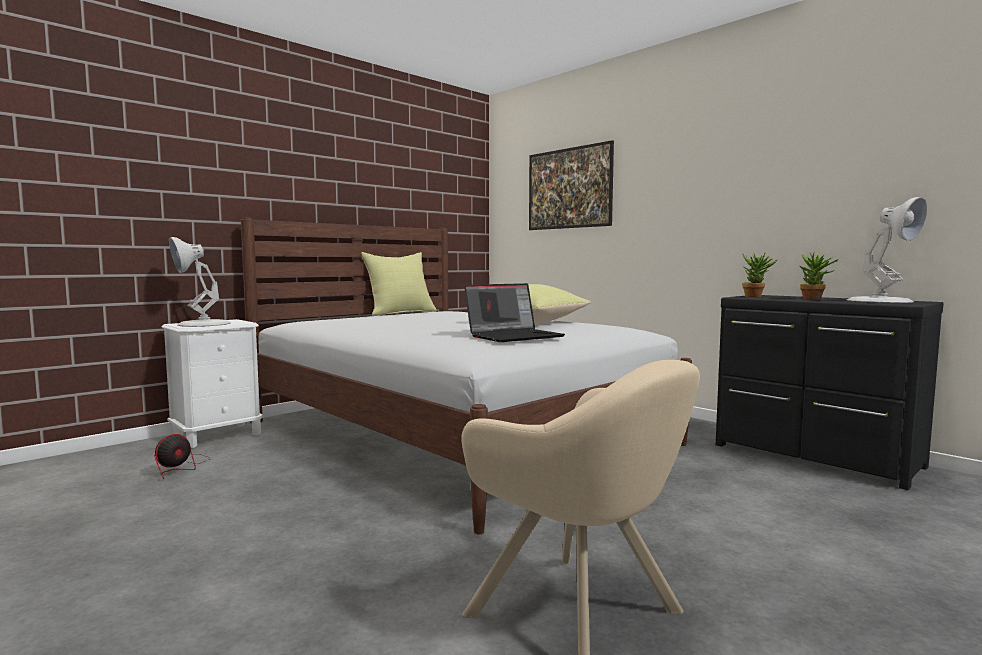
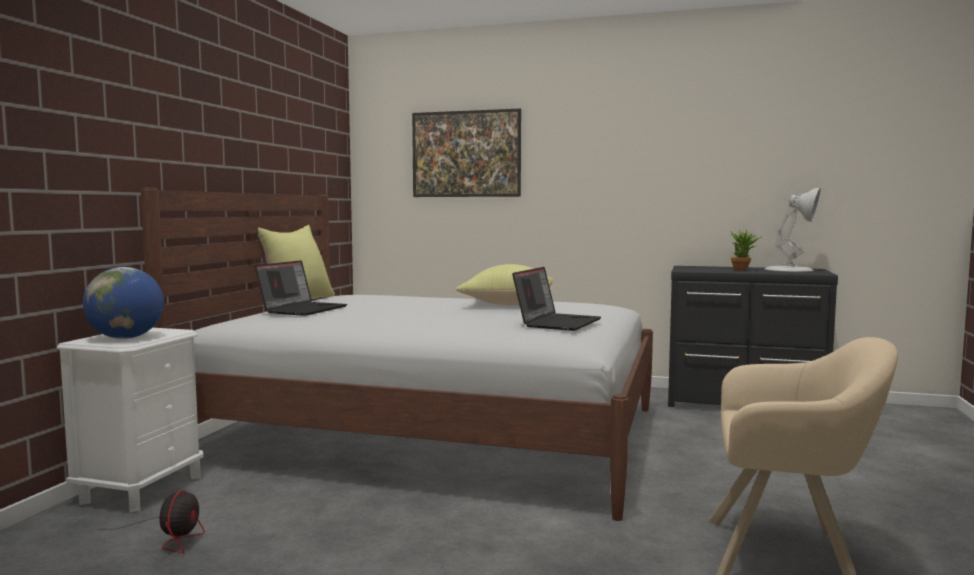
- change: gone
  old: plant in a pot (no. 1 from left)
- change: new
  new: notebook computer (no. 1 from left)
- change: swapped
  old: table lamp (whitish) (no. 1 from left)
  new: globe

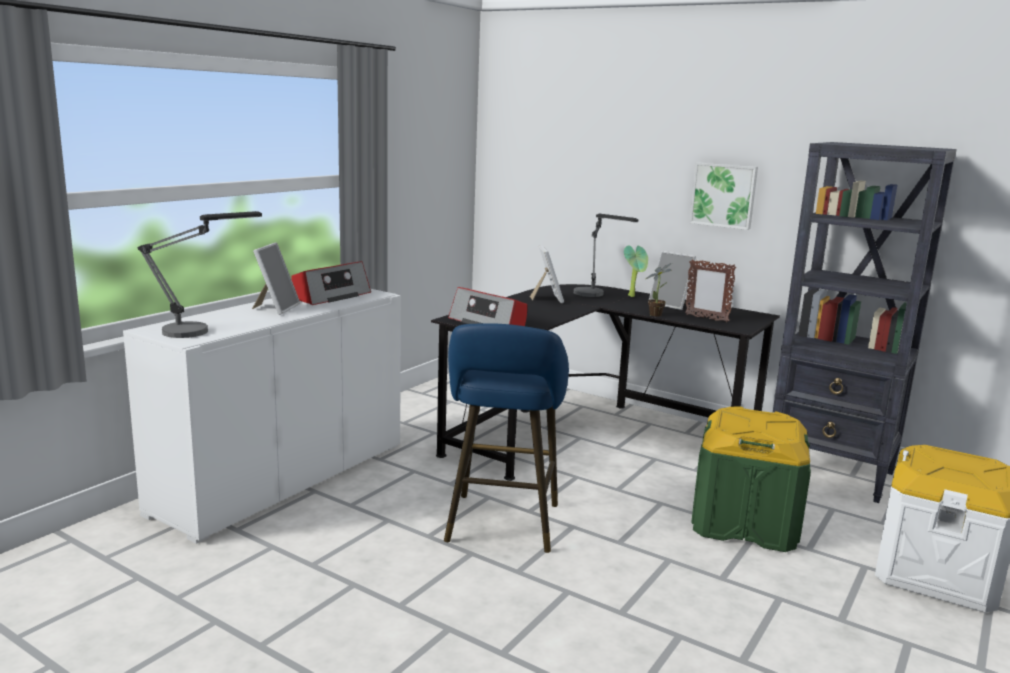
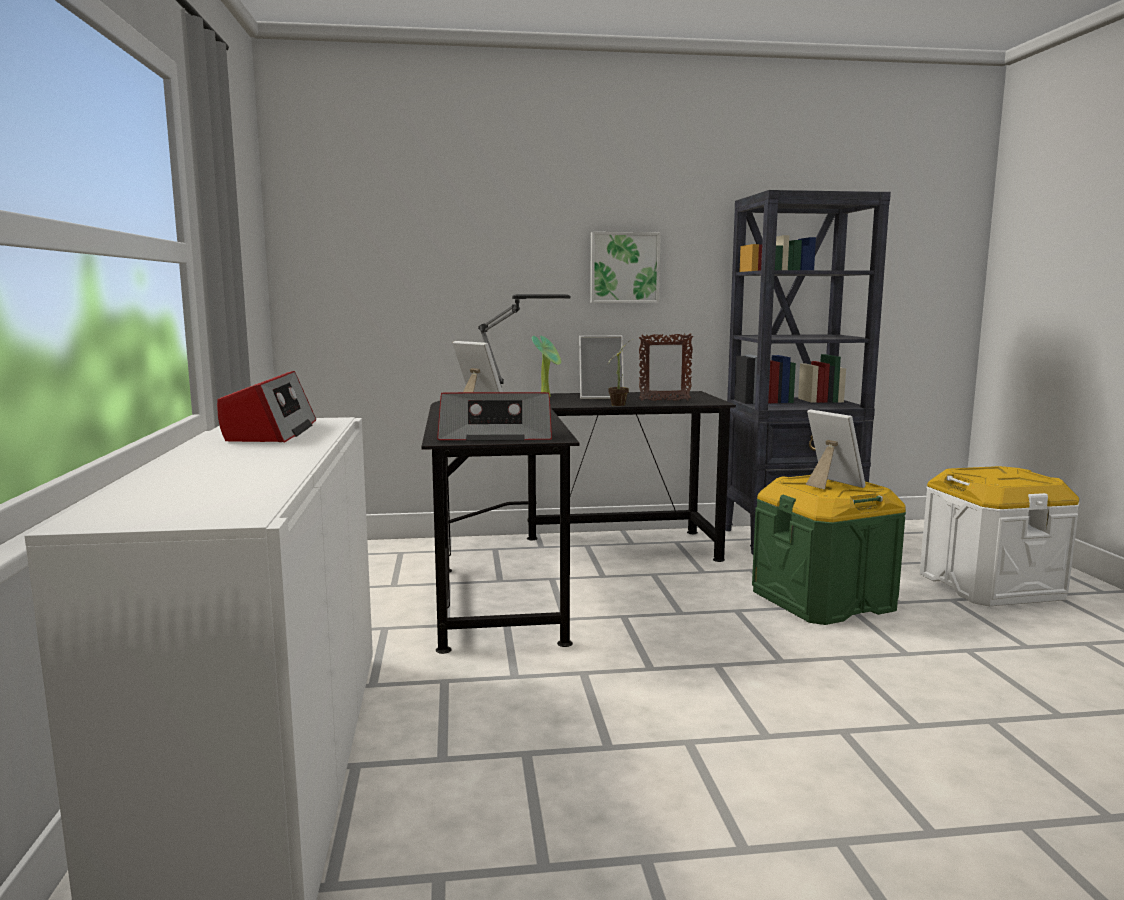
- change: gone
  old: table lamp (no. 1 from left)
- change: gone
  old: stool seat (bluish)
- change: shifted
  old: picture frame (no. 1 from left in the first image)
  new: picture frame (no. 4 from left)

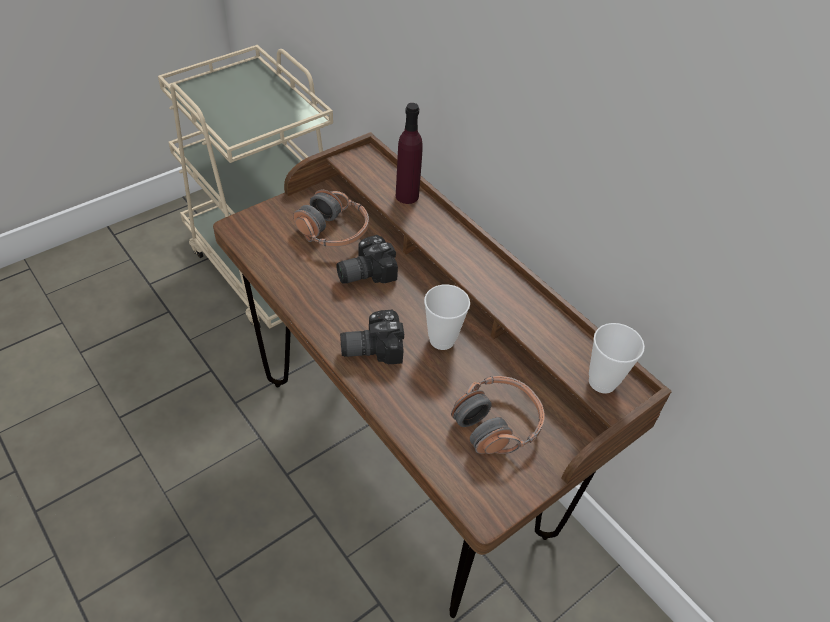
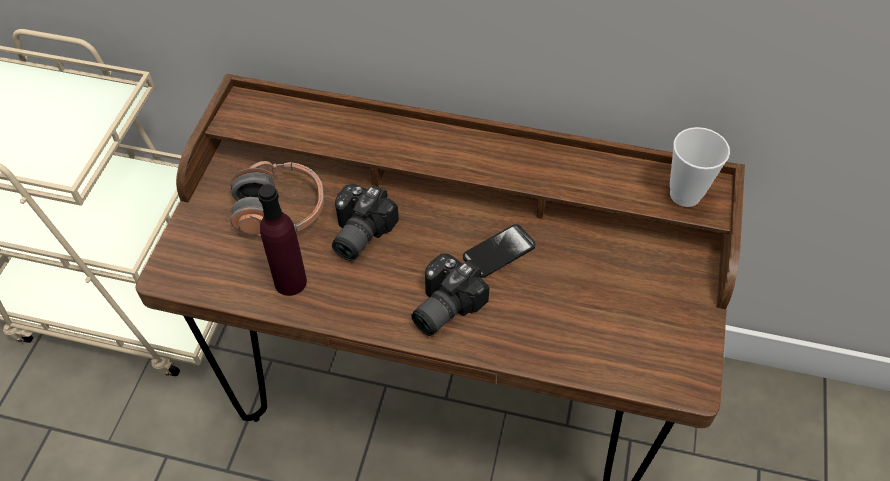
- change: gone
  old: headset (no. 2 from left)
- change: shifted
  old: bottle (purple)
- change: swapped
  old: cup (no. 1 from left)
  new: phone

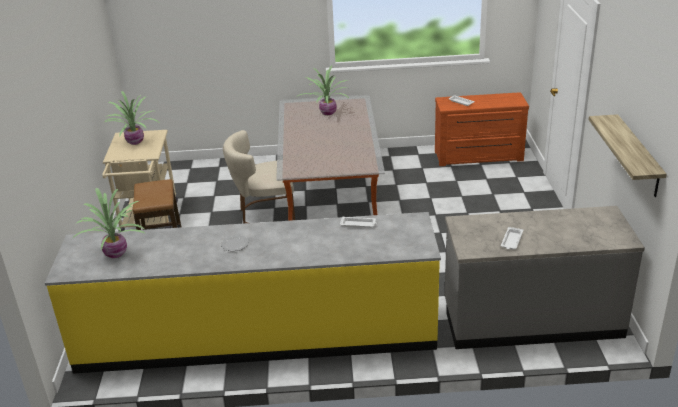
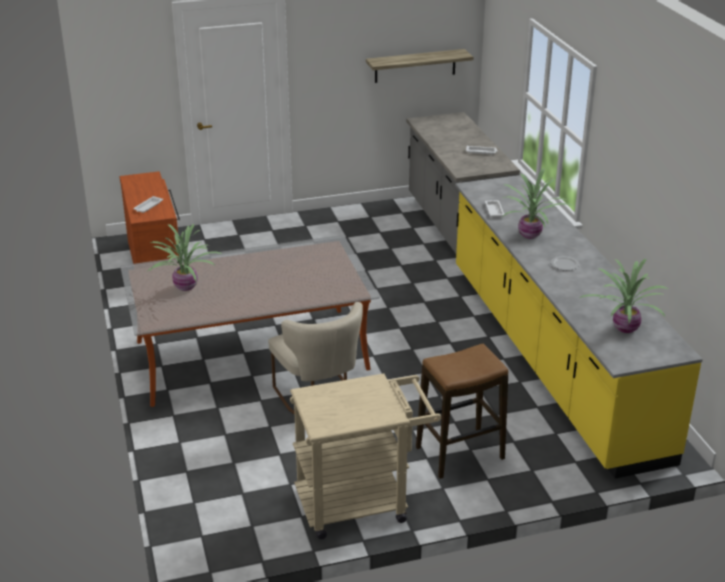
- change: shifted
  old: plant in a pot (no. 2 from left)

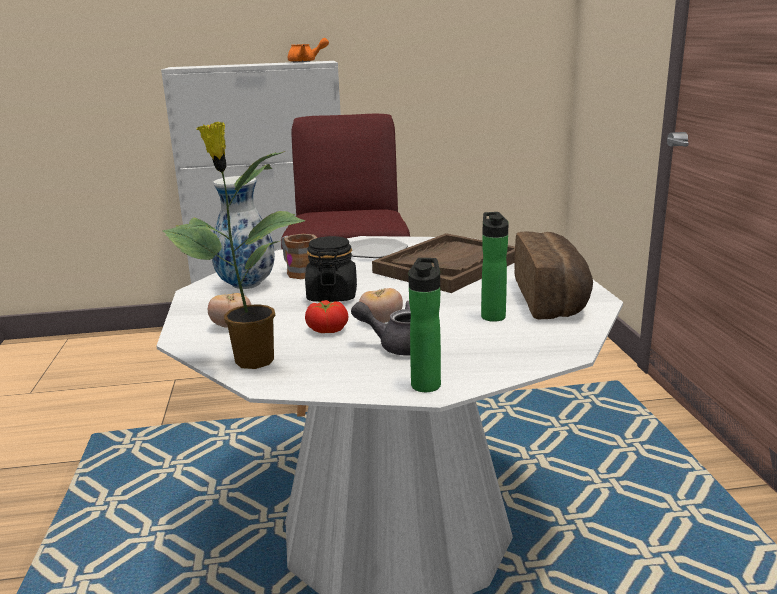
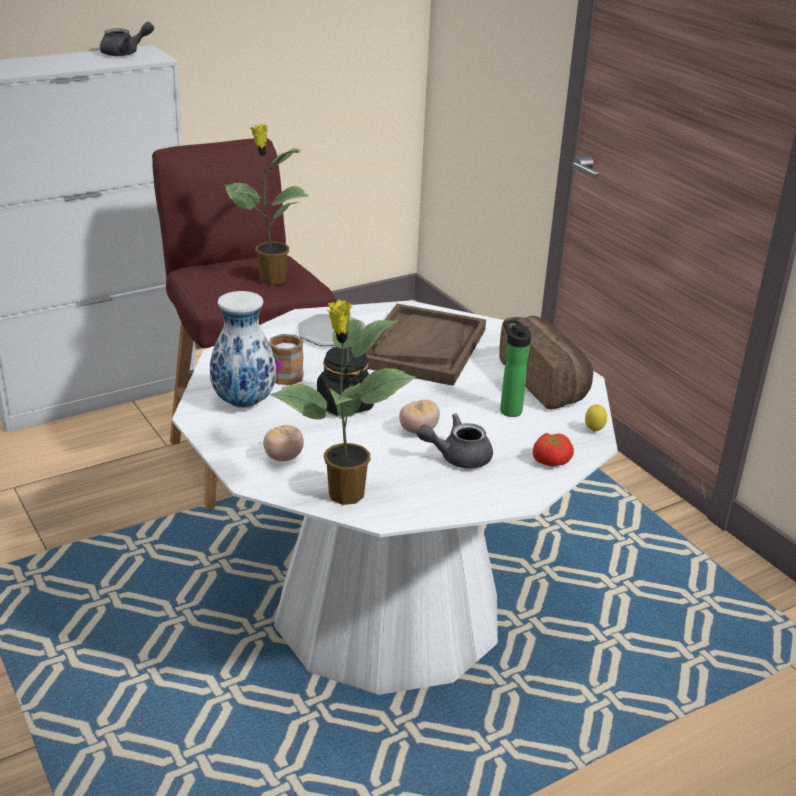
- change: gone
  old: bottle (no. 1 from left)
- change: new
  new: plant in a pot (no. 1 from left)
- change: new
  new: lemon
- change: shifted
  old: fresh tomato (no. 2 from left in the first image)
  new: fresh tomato (no. 3 from left)
- change: repainted
  old: tea pot (orange-coloured)
  new: tea pot (grey) (no. 1 from left)

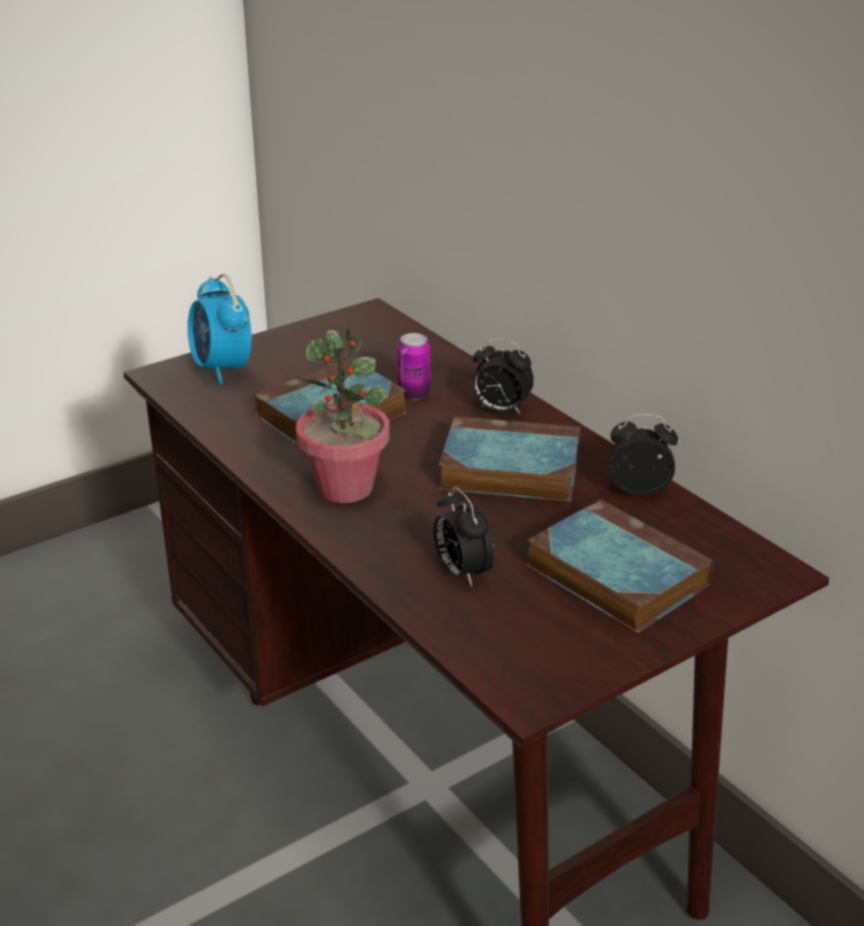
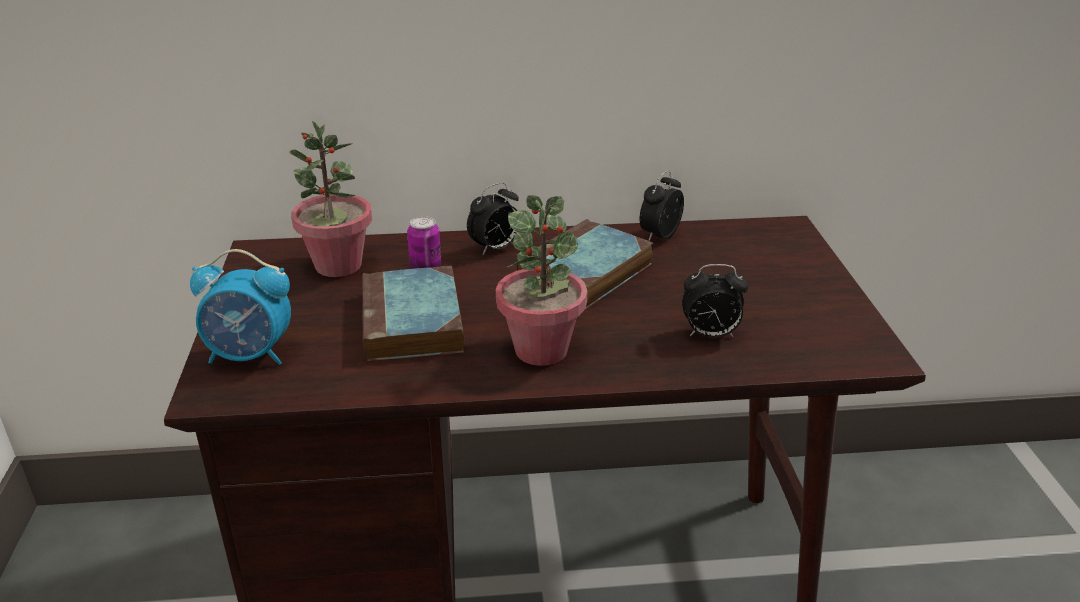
- change: gone
  old: bound book (no. 3 from left)
- change: new
  new: plant in a pot (no. 1 from left)

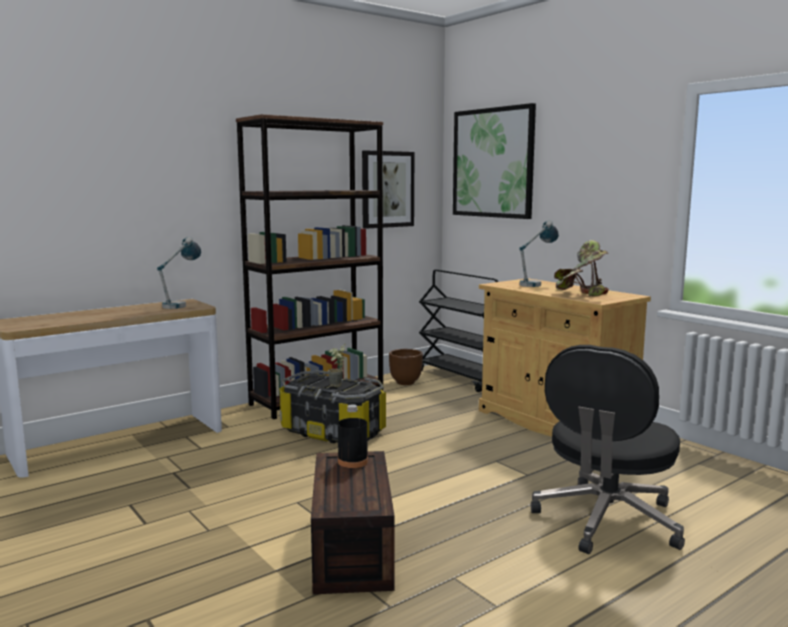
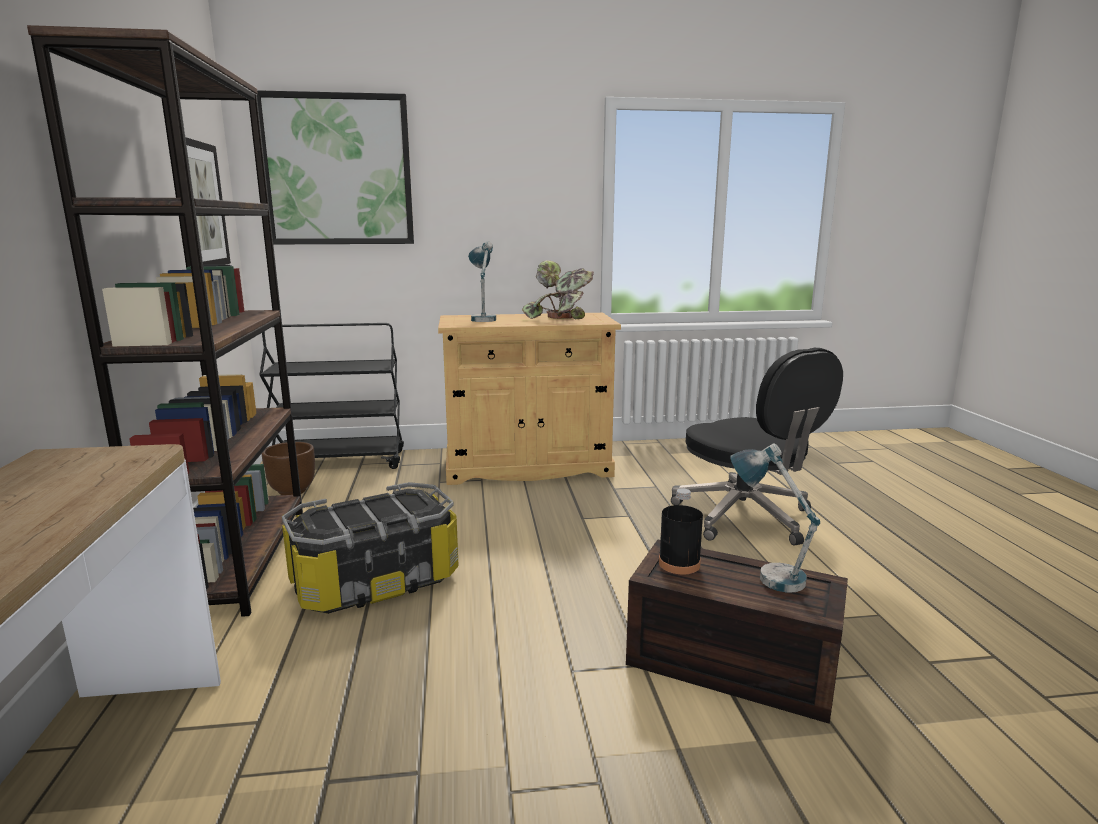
- change: gone
  old: plant in a pot (no. 1 from left)
- change: shifted
  old: table lamp (no. 1 from left in the first image)
  new: table lamp (no. 2 from left)

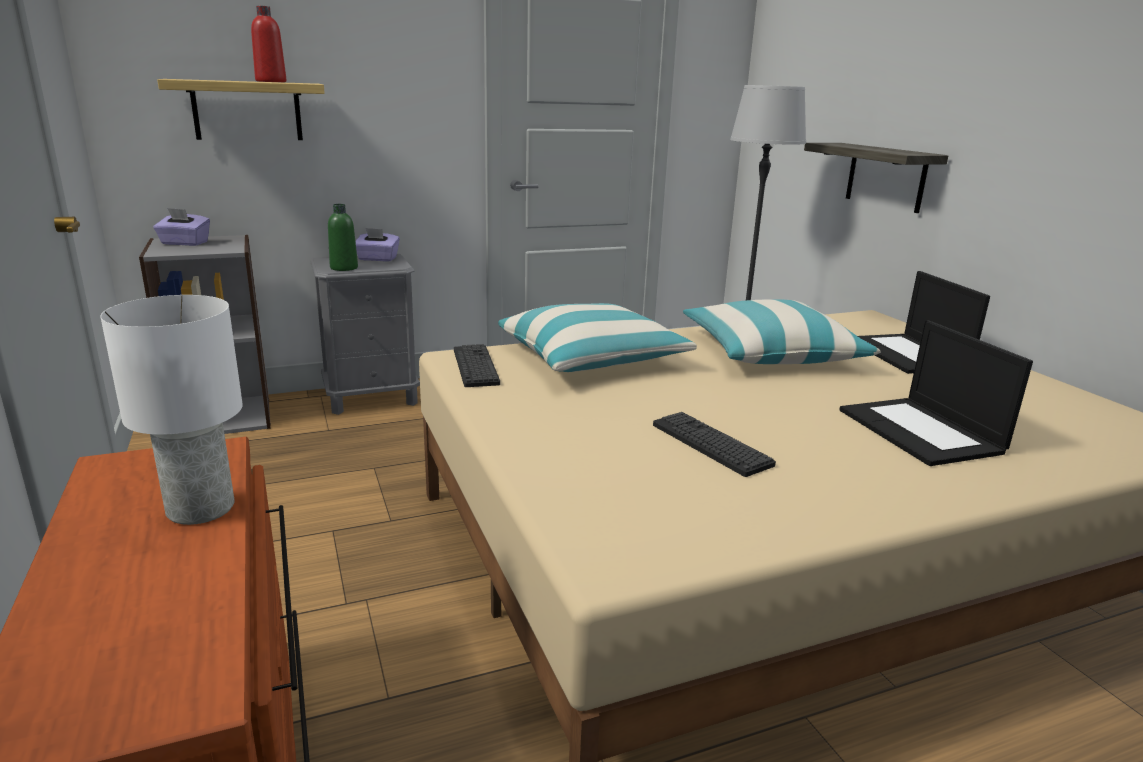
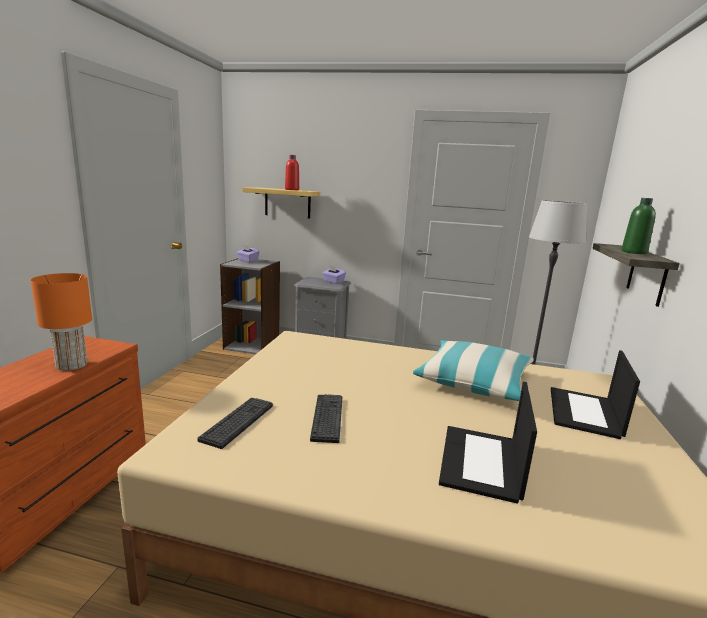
- change: gone
  old: pillow (no. 1 from left)
- change: shifted
  old: bottle (greenish)
- change: shifted
  old: keyboard (no. 1 from left)
- change: repainted
  old: table lamp (whitish)
  new: table lamp (orange-coloured)

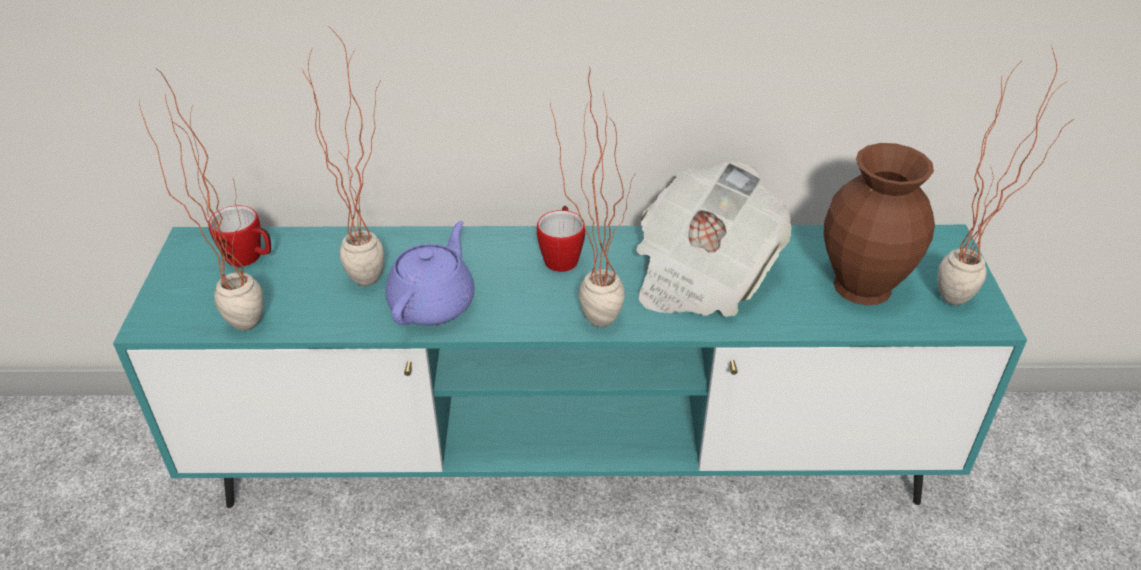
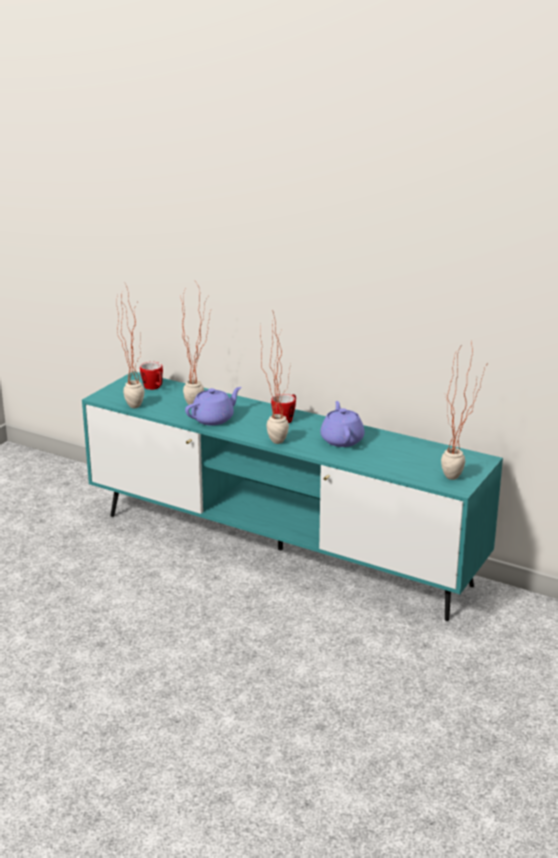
- change: gone
  old: vase (brown-coloured)
- change: swapped
  old: newspaper
  new: tea pot (purple) (no. 2 from left)

